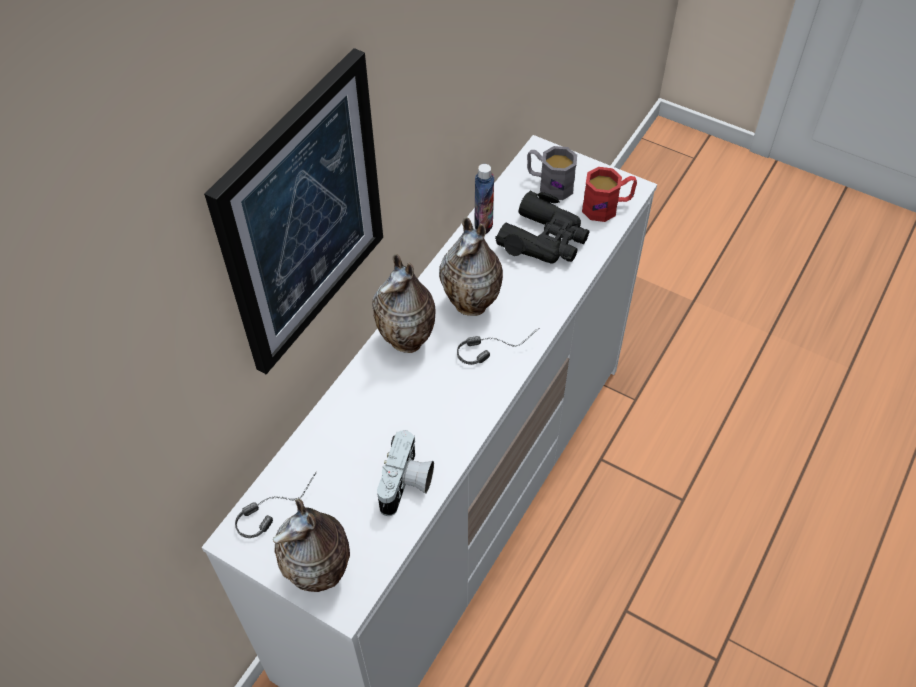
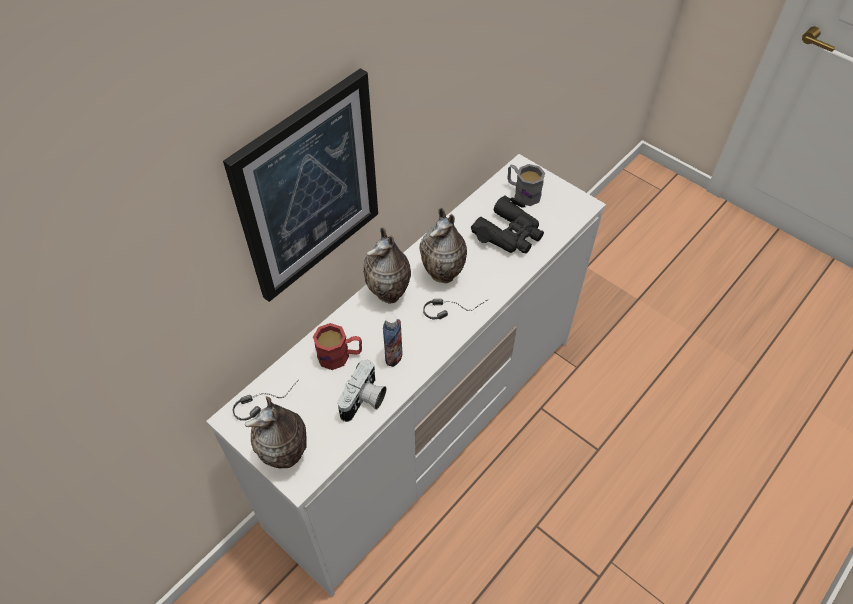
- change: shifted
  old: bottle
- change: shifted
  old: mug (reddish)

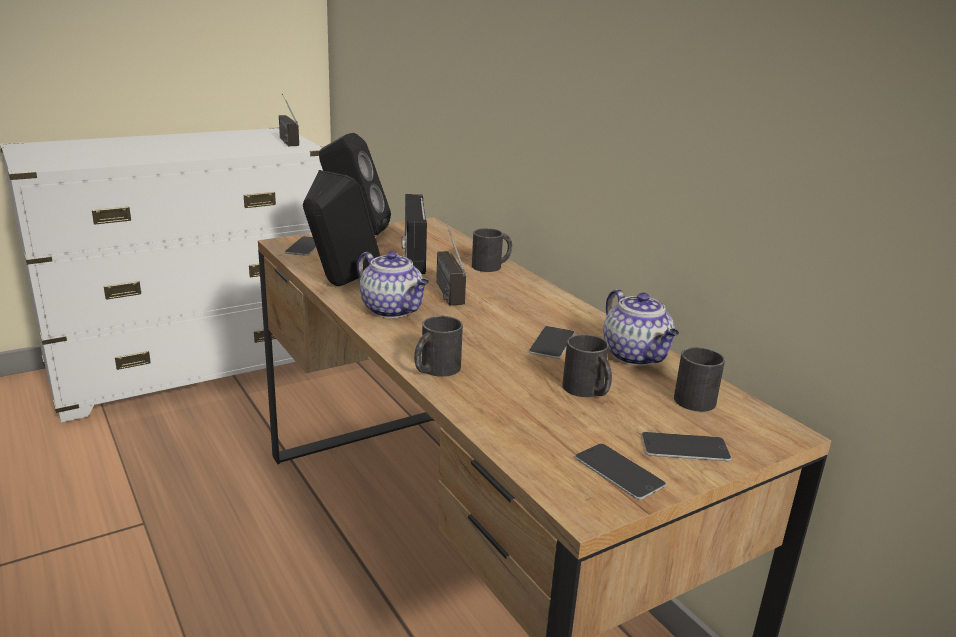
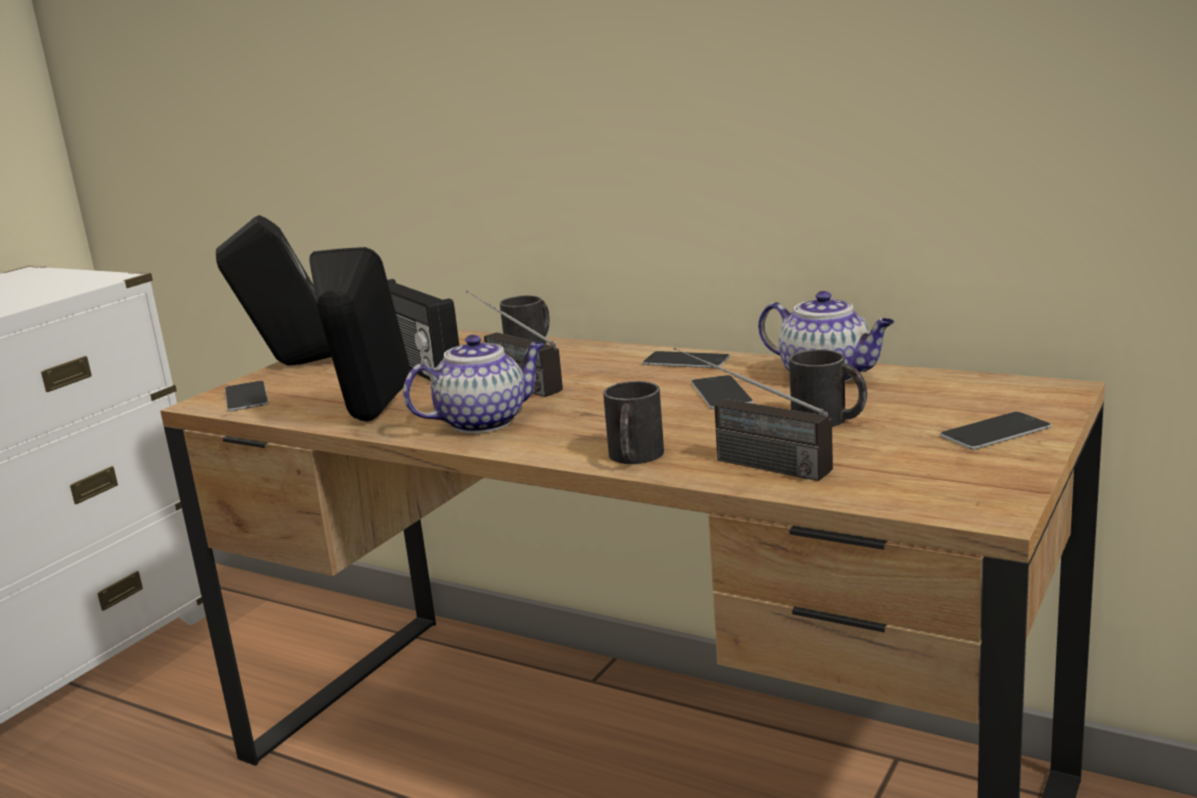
- change: gone
  old: mug (black-coloured) (no. 4 from left)
- change: shifted
  old: radio (no. 1 from left in the first image)
  new: radio (no. 3 from left)
- change: shifted
  old: phone (no. 3 from left in the first image)
  new: phone (no. 2 from left)
- change: rotated
  old: tea pot (no. 1 from left)
  degrees: -45

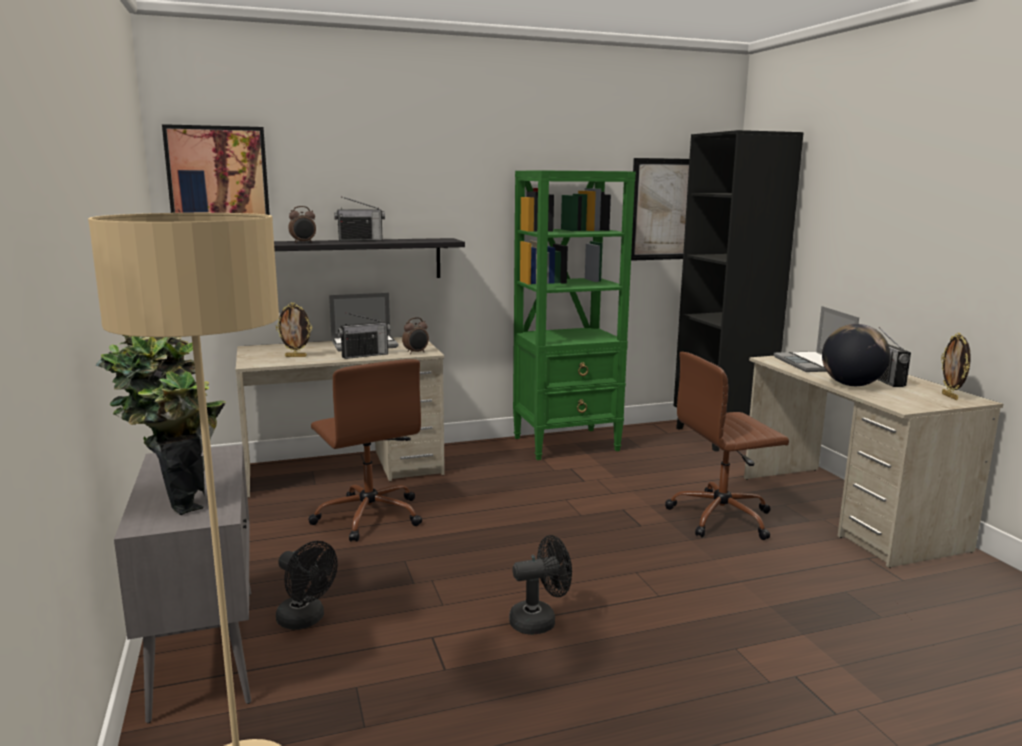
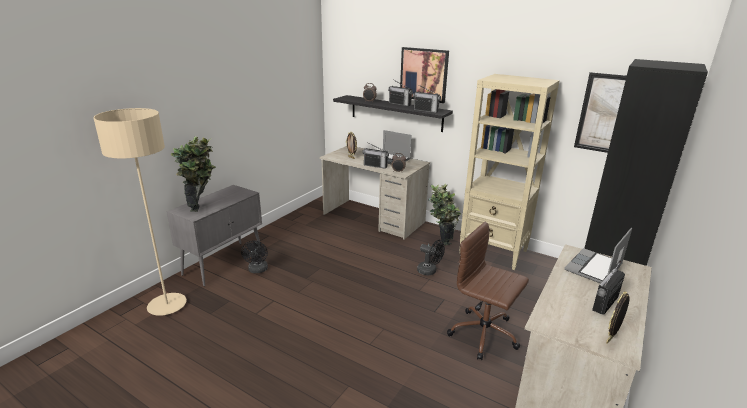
- change: gone
  old: desk chair (brown-coloured) (no. 1 from left)
- change: gone
  old: globe
- change: new
  new: radio (no. 3 from left)
- change: new
  new: plant in a pot (no. 2 from left)
- change: shifted
  old: picture (no. 1 from left)
- change: shifted
  old: fan (black-coloured) (no. 2 from left)
- change: repainted
  old: bookshelf (greenish)
  new: bookshelf (beige)

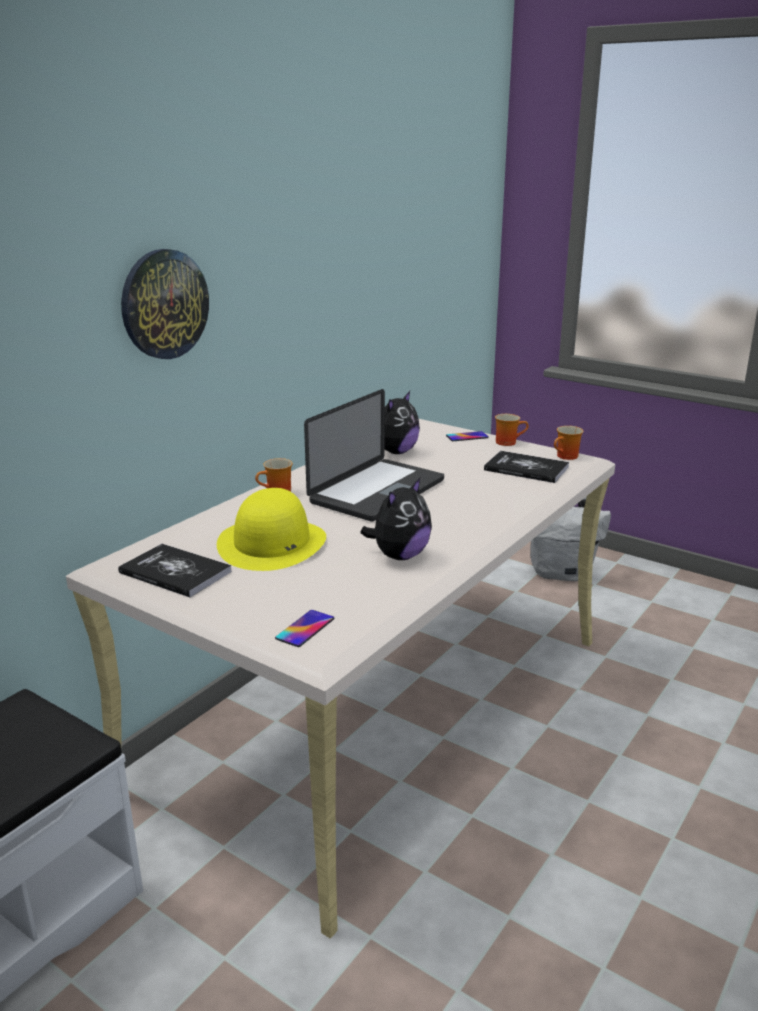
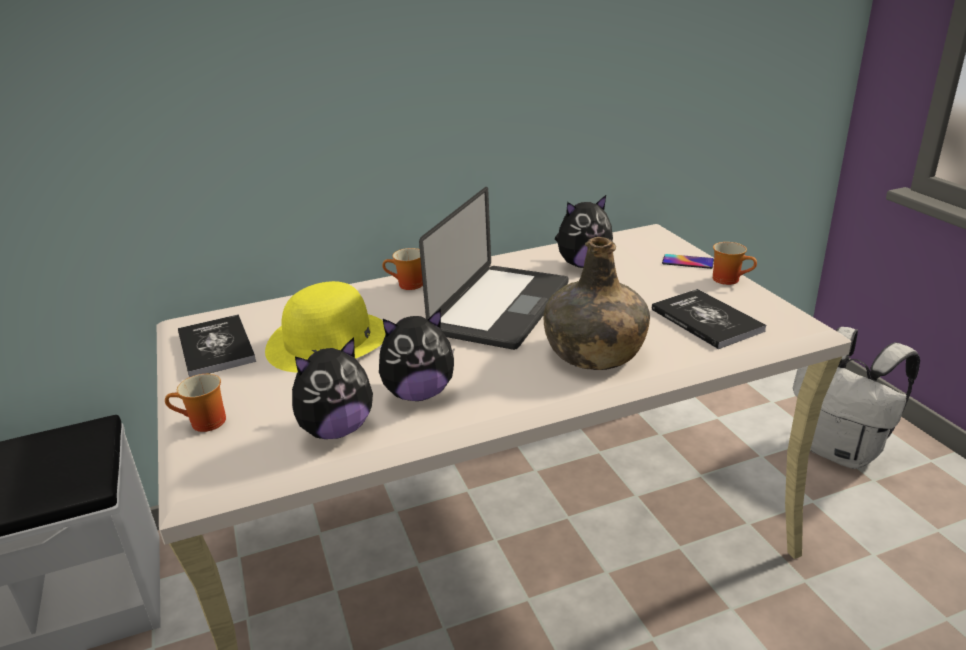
- change: gone
  old: clock on the wall
- change: gone
  old: phone (no. 1 from left)
- change: new
  new: plush toy (no. 1 from left)
- change: new
  new: bottle (greenish)
- change: shifted
  old: mug (no. 3 from left in the first image)
  new: mug (no. 1 from left)
- change: rotated
  old: notebook computer
  degrees: -45

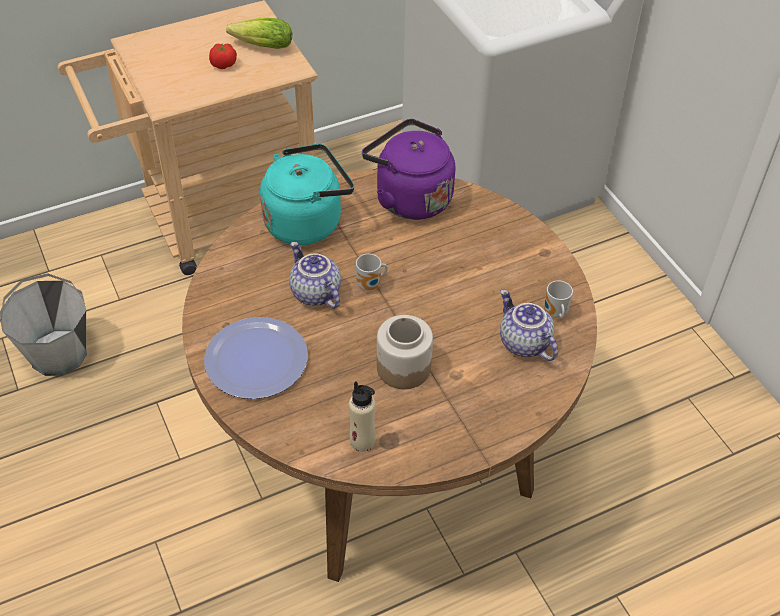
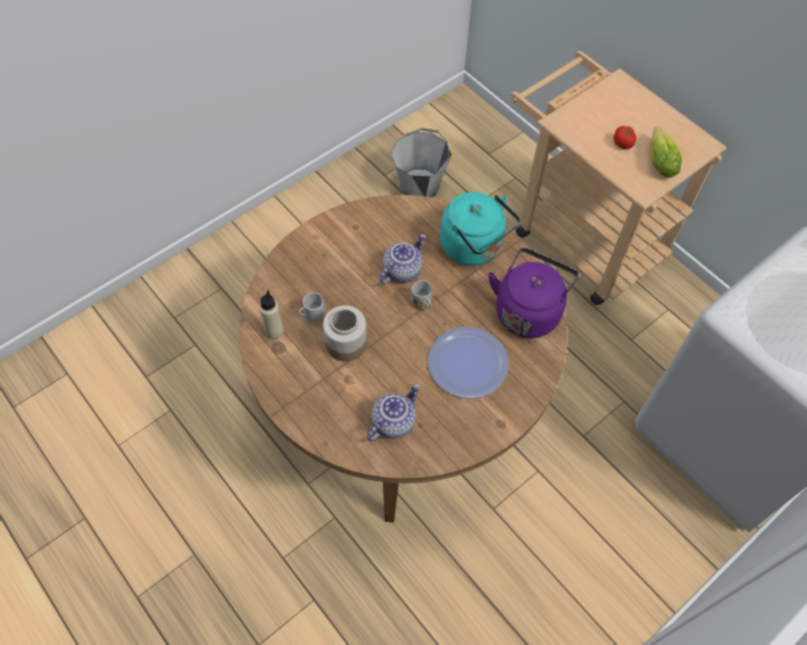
- change: shifted
  old: dinner plate
- change: shifted
  old: mug (no. 2 from left in the first image)
  new: mug (no. 1 from left)

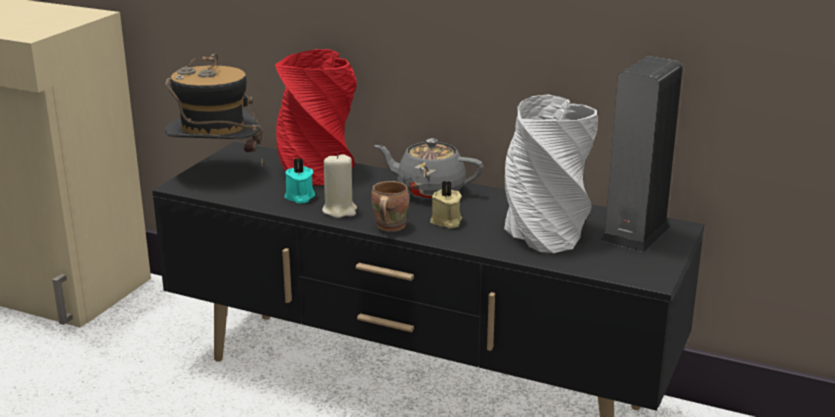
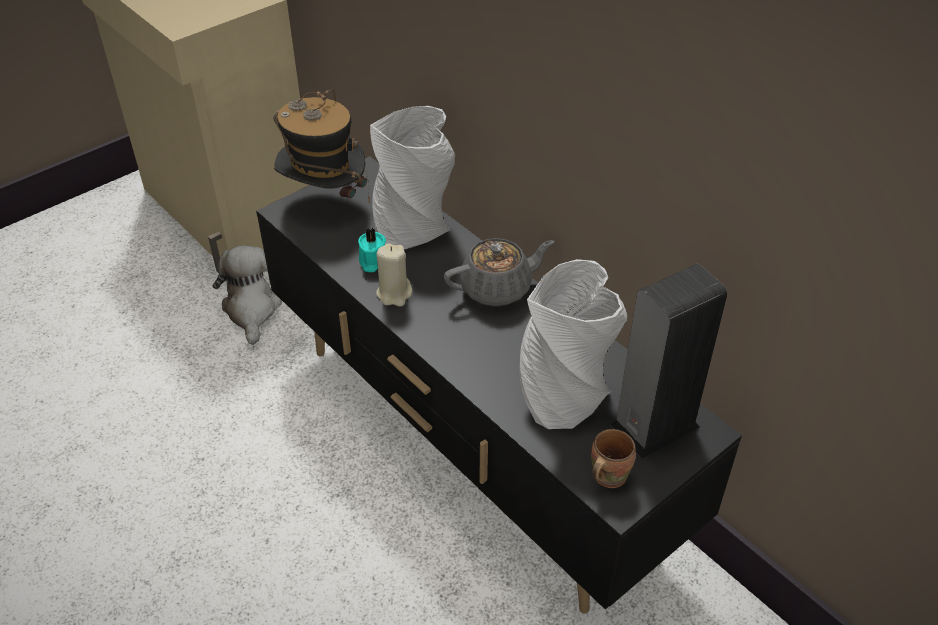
- change: gone
  old: wax light (beige) (no. 2 from left)
- change: new
  new: plush toy
- change: shifted
  old: mug (brown-coloured)
- change: repainted
  old: vase (reddish)
  new: vase (grey) (no. 1 from left)
- change: rotated
  old: tea pot (grey)
  degrees: 120

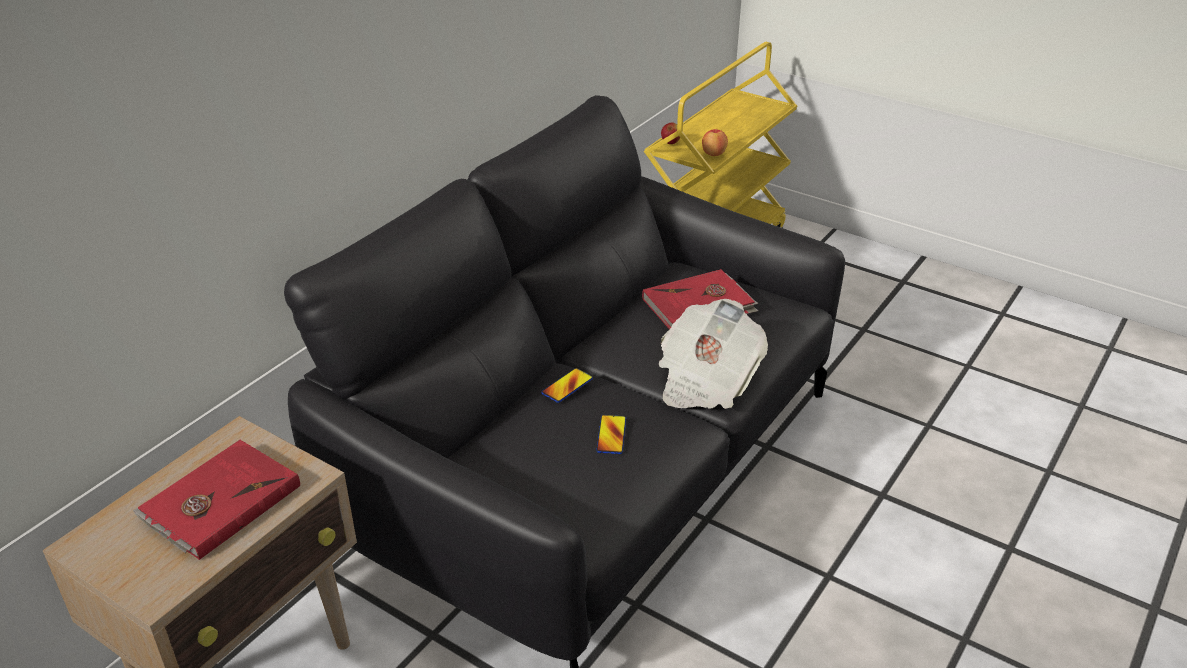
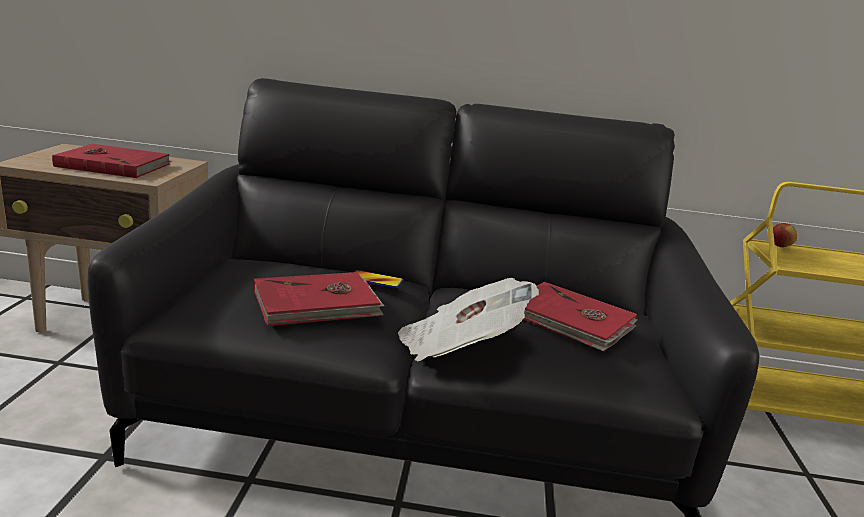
- change: gone
  old: apple (no. 2 from left)
- change: swapped
  old: phone (no. 2 from left)
  new: bound book (reddish) (no. 2 from left)

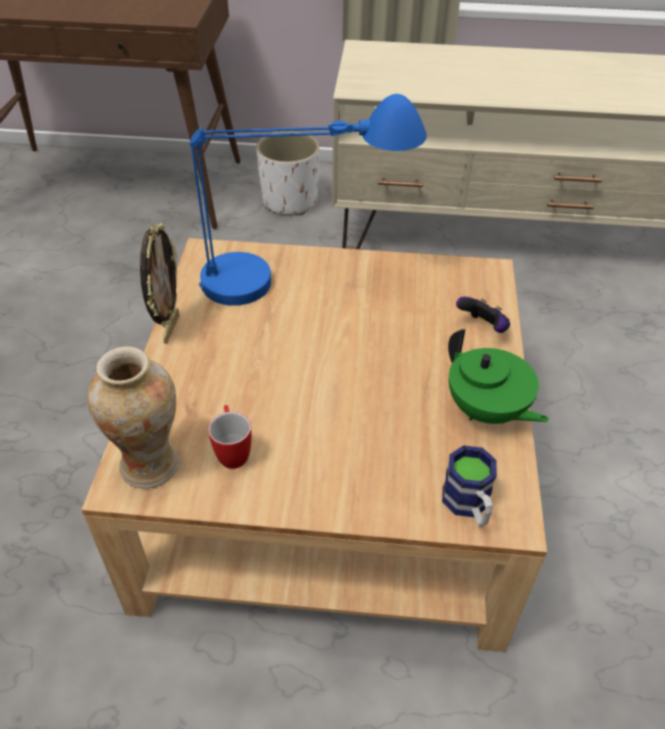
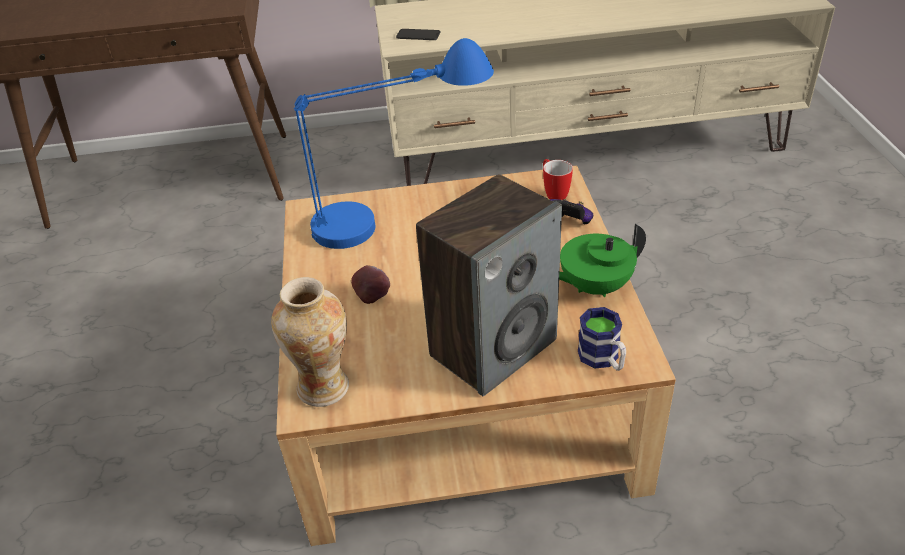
- change: gone
  old: picture frame
- change: gone
  old: plant pot (whitish)
- change: new
  new: apple
- change: new
  new: phone
- change: new
  new: audio speaker
- change: shifted
  old: mug (no. 1 from left)
- change: rotated
  old: tea pot (greenish)
  degrees: 120

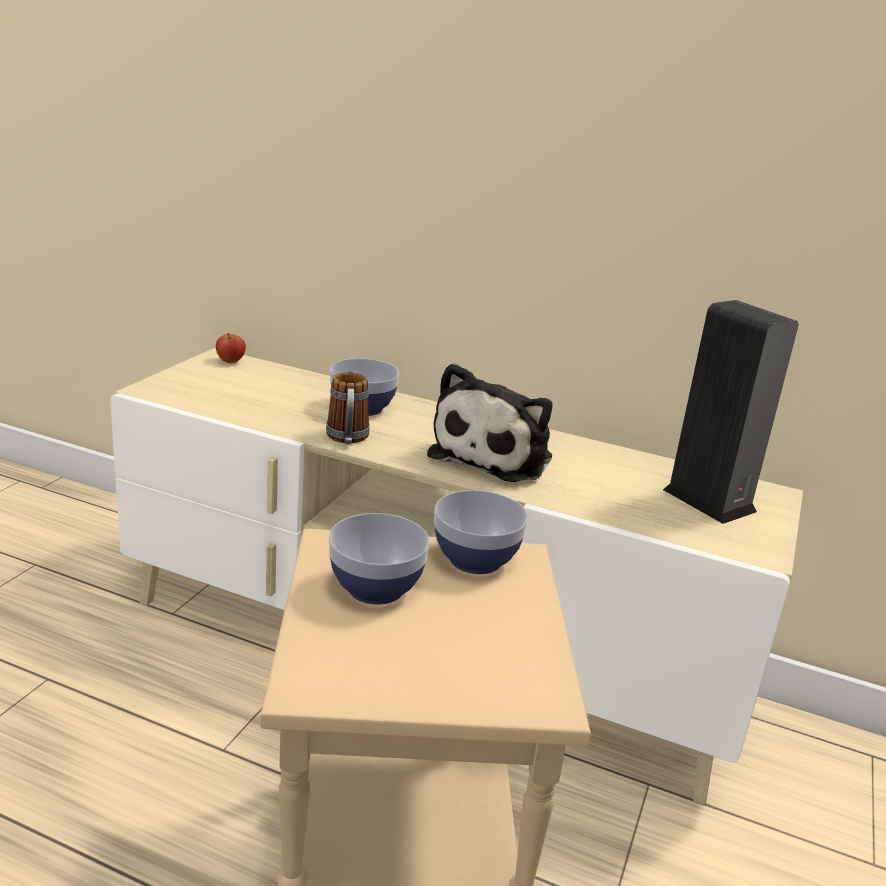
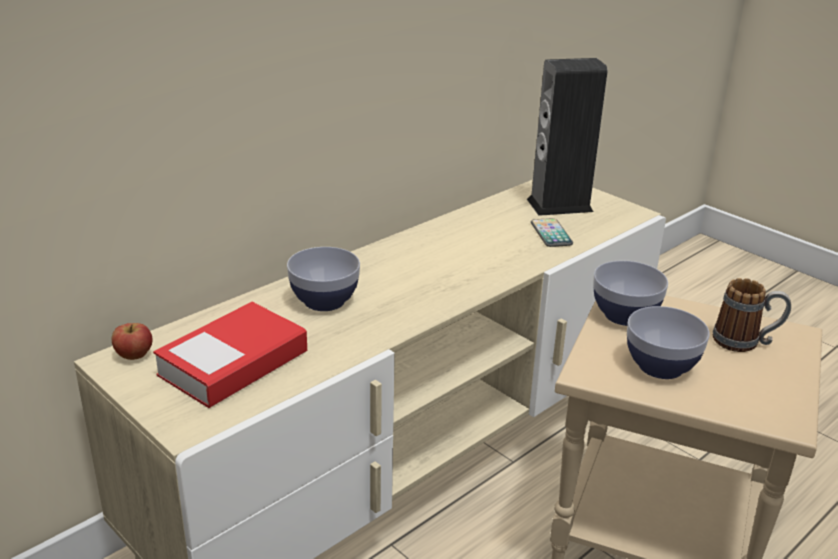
- change: gone
  old: plush toy
- change: new
  new: bound book
- change: new
  new: phone
- change: shifted
  old: mug

